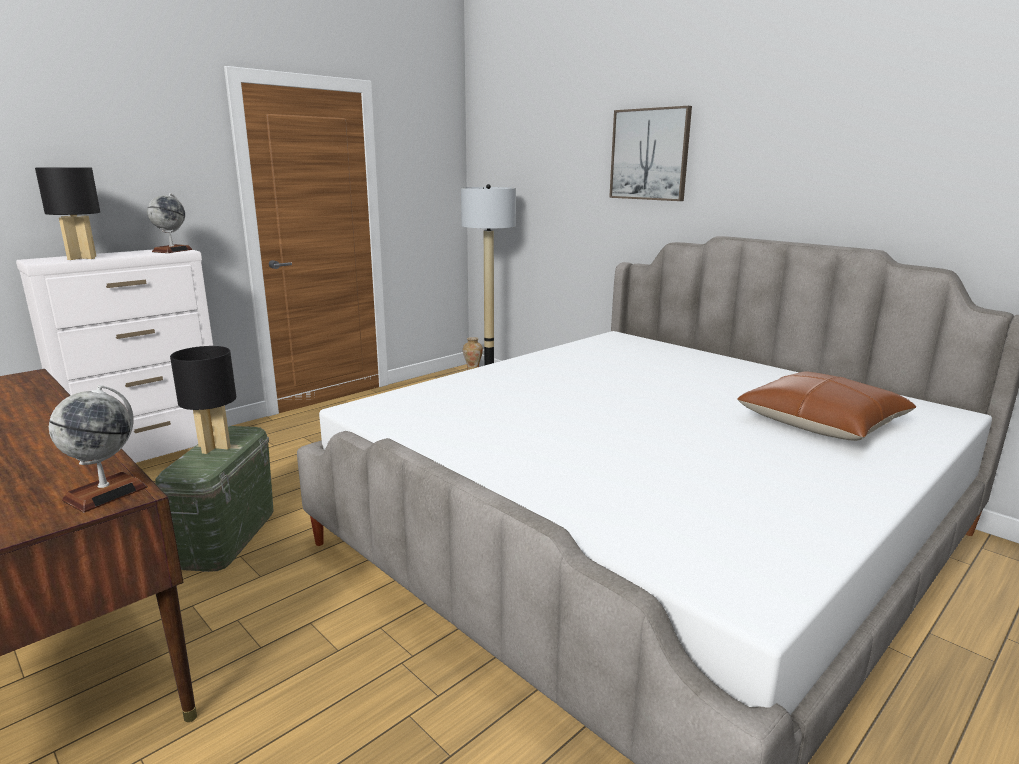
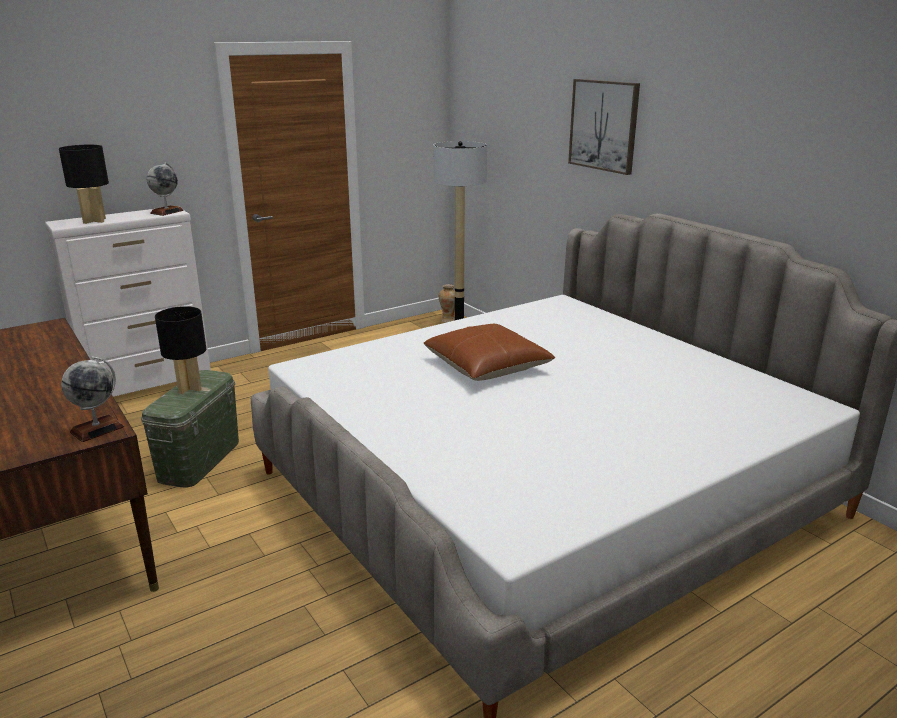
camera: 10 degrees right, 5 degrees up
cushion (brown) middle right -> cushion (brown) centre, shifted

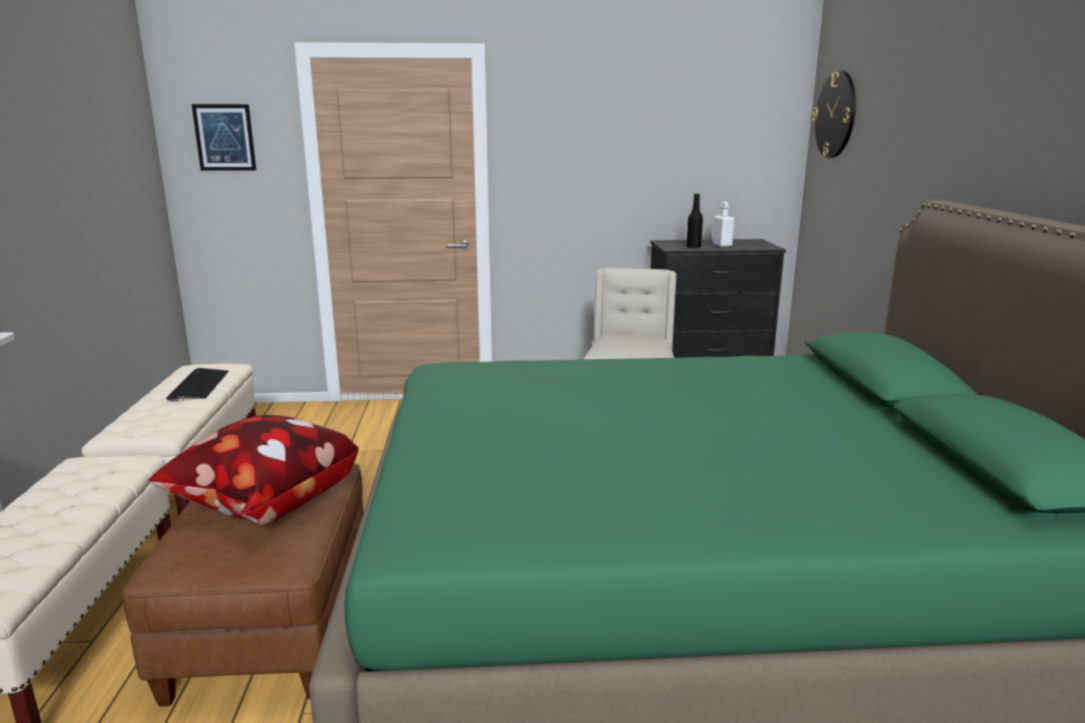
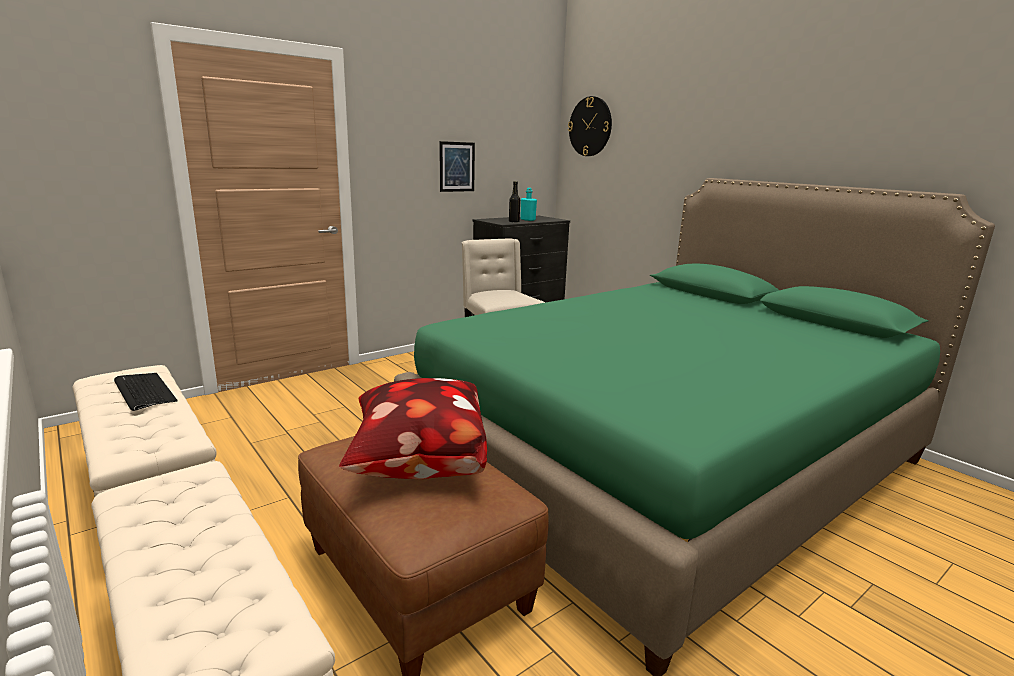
camera: 35 degrees left, 0 degrees up
wall art top left -> wall art top centre, shifted
bottle (white) top right -> bottle (turquoise-coloured) top centre

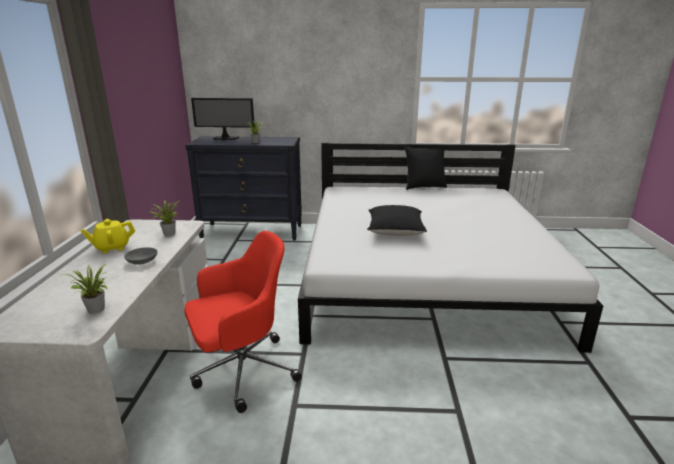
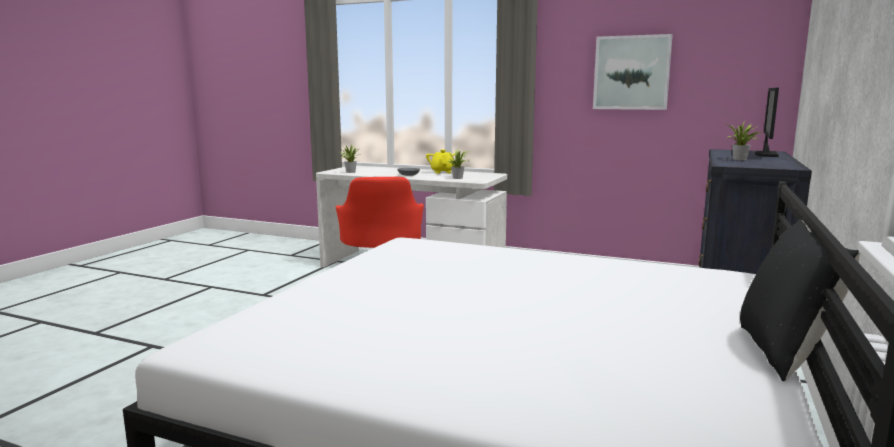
camera: 110 degrees right, 10 degrees down
cushion (blackish) (no. 1 from left) centre -> none
none -> wall art top right

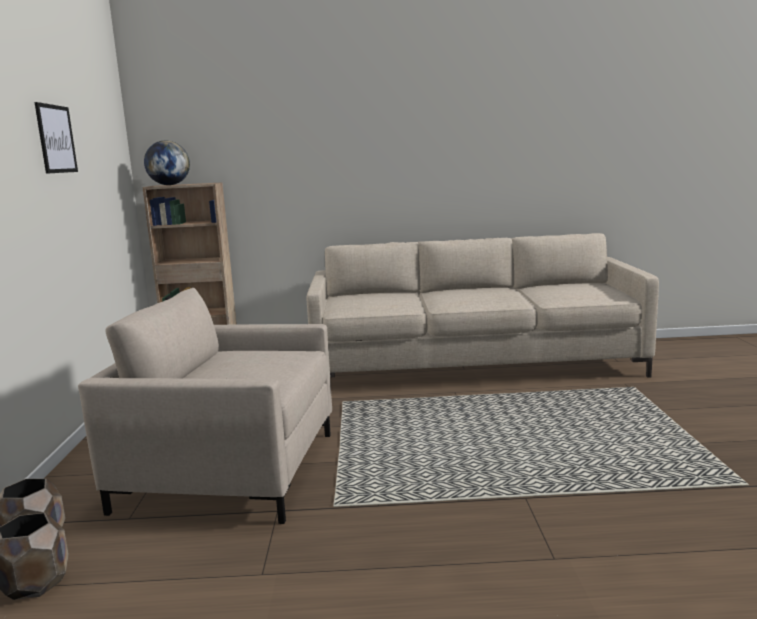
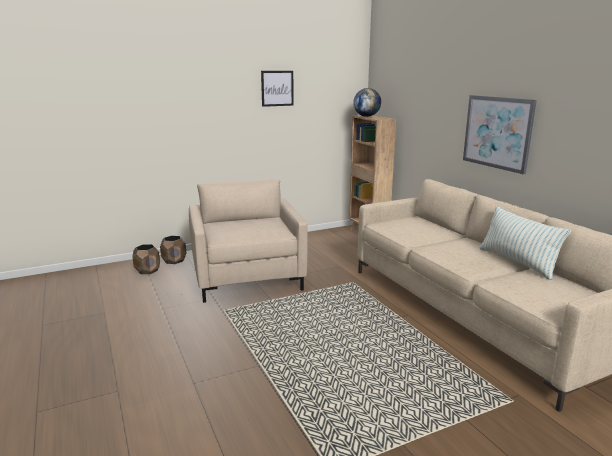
camera: 65 degrees right, 5 degrees up
none -> wall art (no. 2 from left) top right
none -> cushion middle right

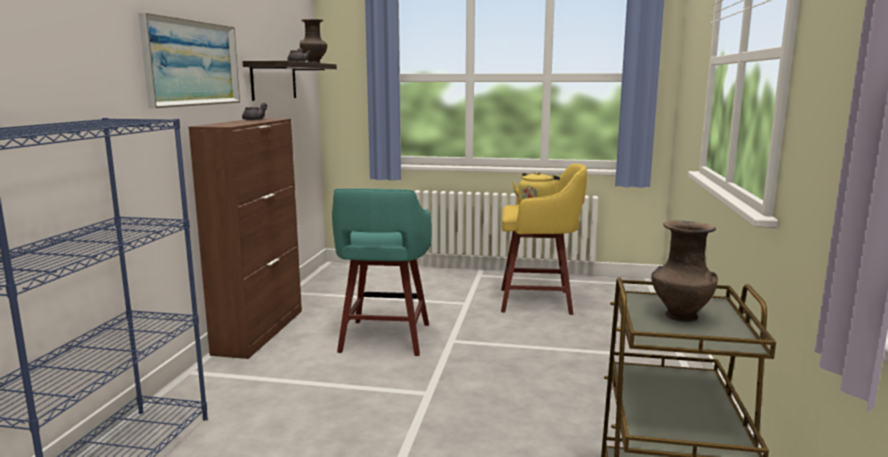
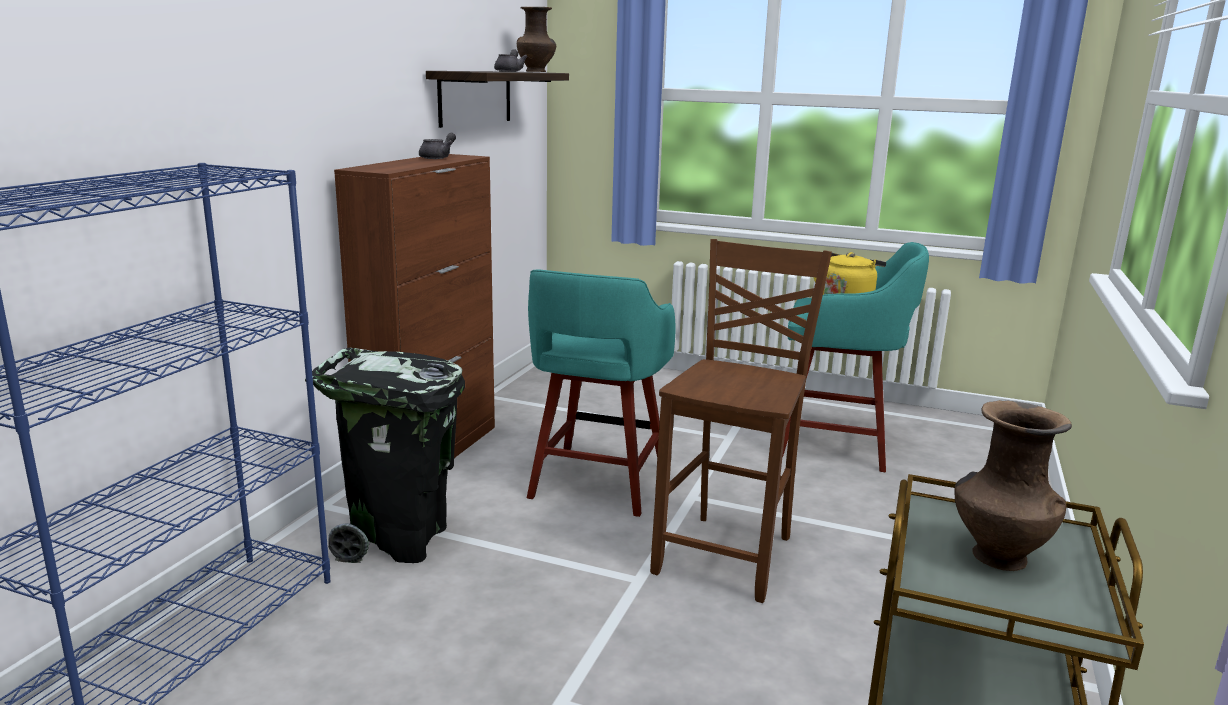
camera: 10 degrees right, 5 degrees up
wall art top left -> none
none -> waste bin (blackish) middle left
none -> chair (brown) centre
stool (yellow) centre -> stool (turquoise-coloured) (no. 2 from left) middle right

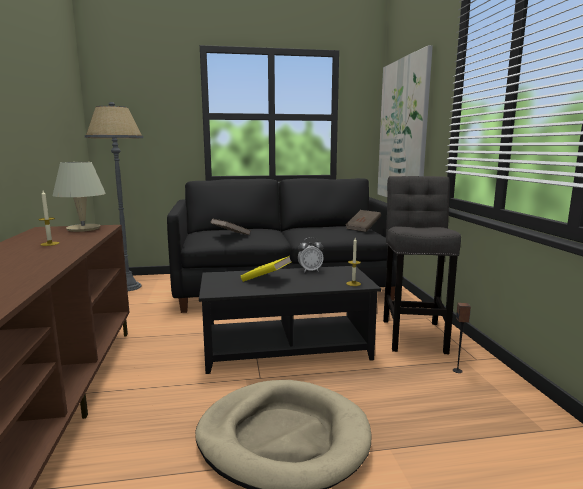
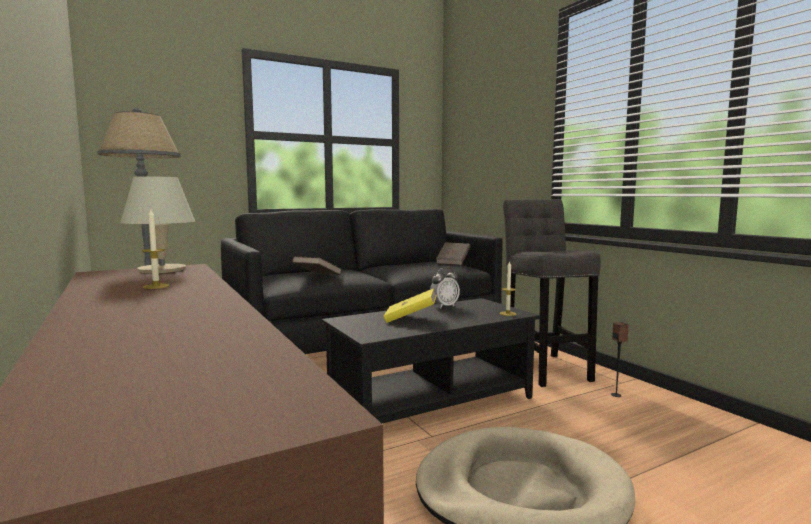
camera: 20 degrees left, 5 degrees down
wall art top right -> none

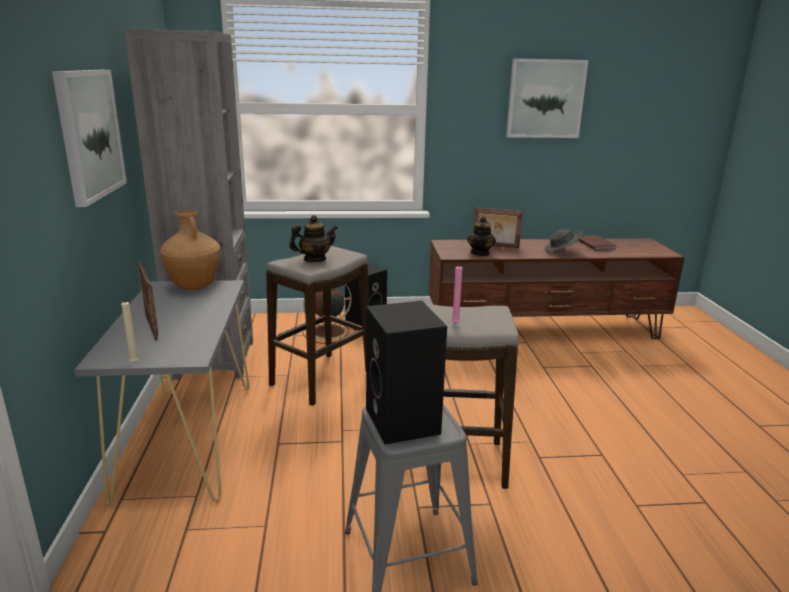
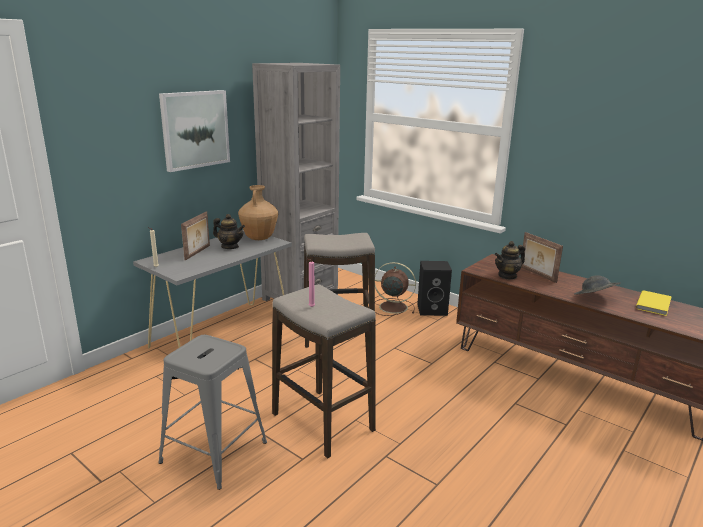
camera: 45 degrees right, 0 degrees up
loudspeaker (blackish) (no. 2 from left) centre -> none
wall art (no. 2 from left) top right -> none
teapot (no. 1 from left) centre -> teapot (no. 1 from left) middle left, shifted
volume (brown) middle right -> volume (yellow) middle right

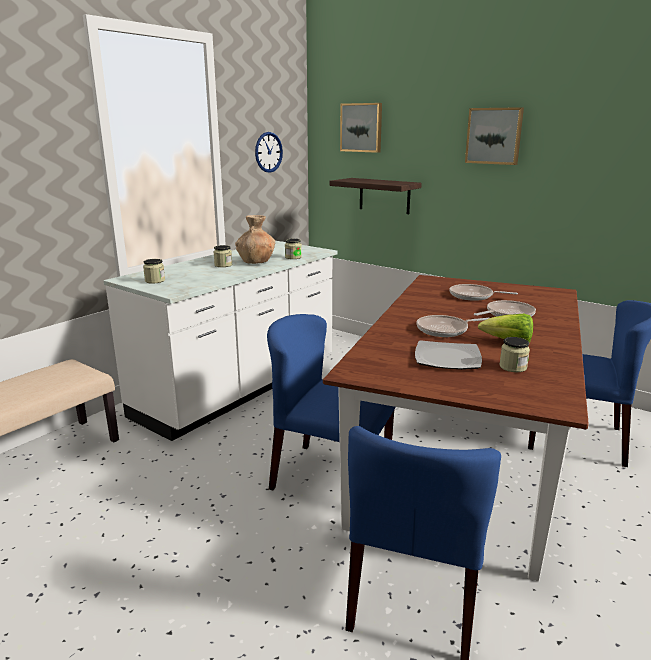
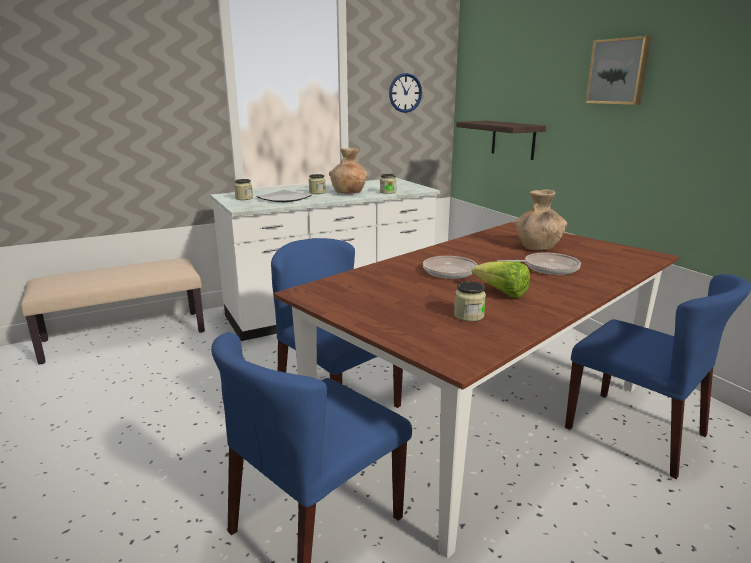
camera: 25 degrees right, 0 degrees up
wall art (no. 1 from left) top centre -> none
plate middle right -> plate centre, shifted
pan (no. 2 from left) middle right -> vase (brown) (no. 2 from left) middle right

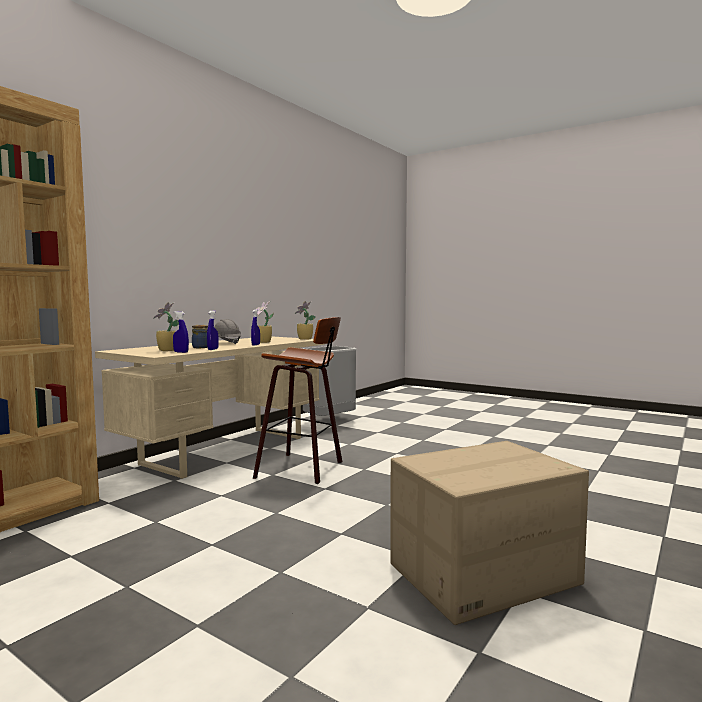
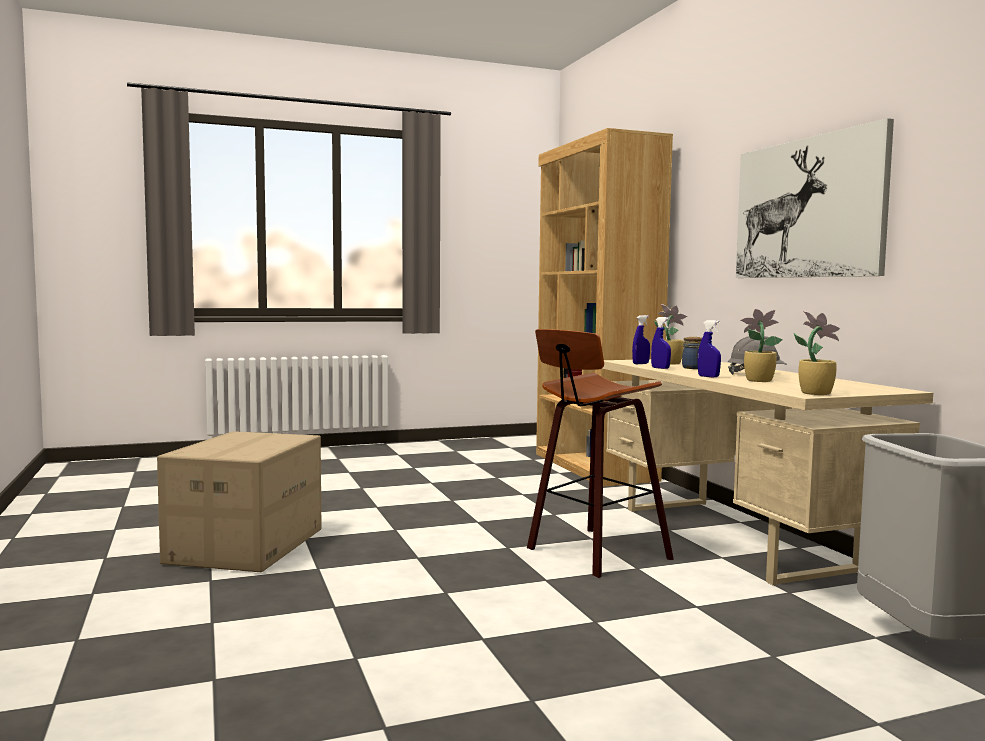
camera: 125 degrees right, 0 degrees up
none -> wall art top right

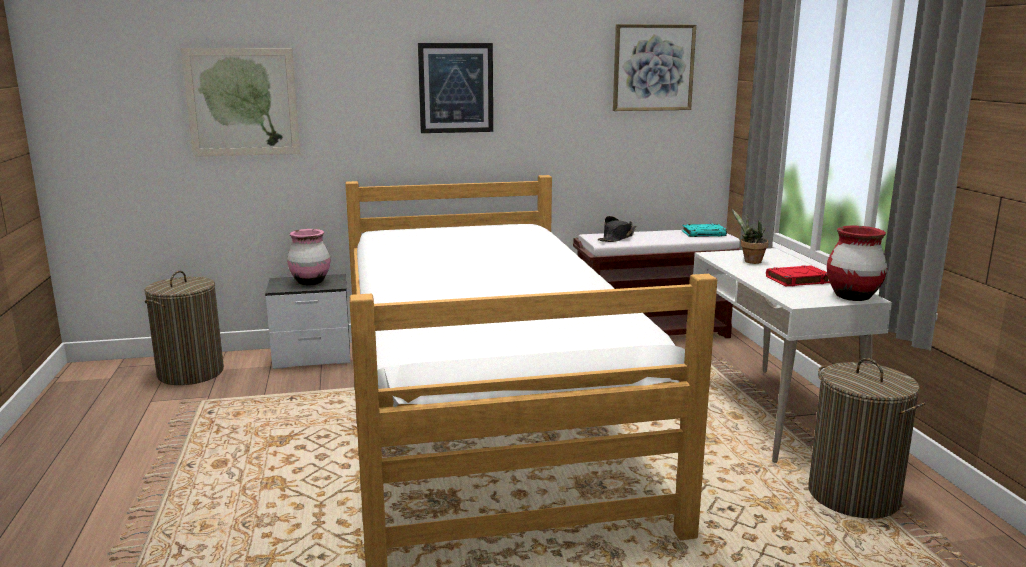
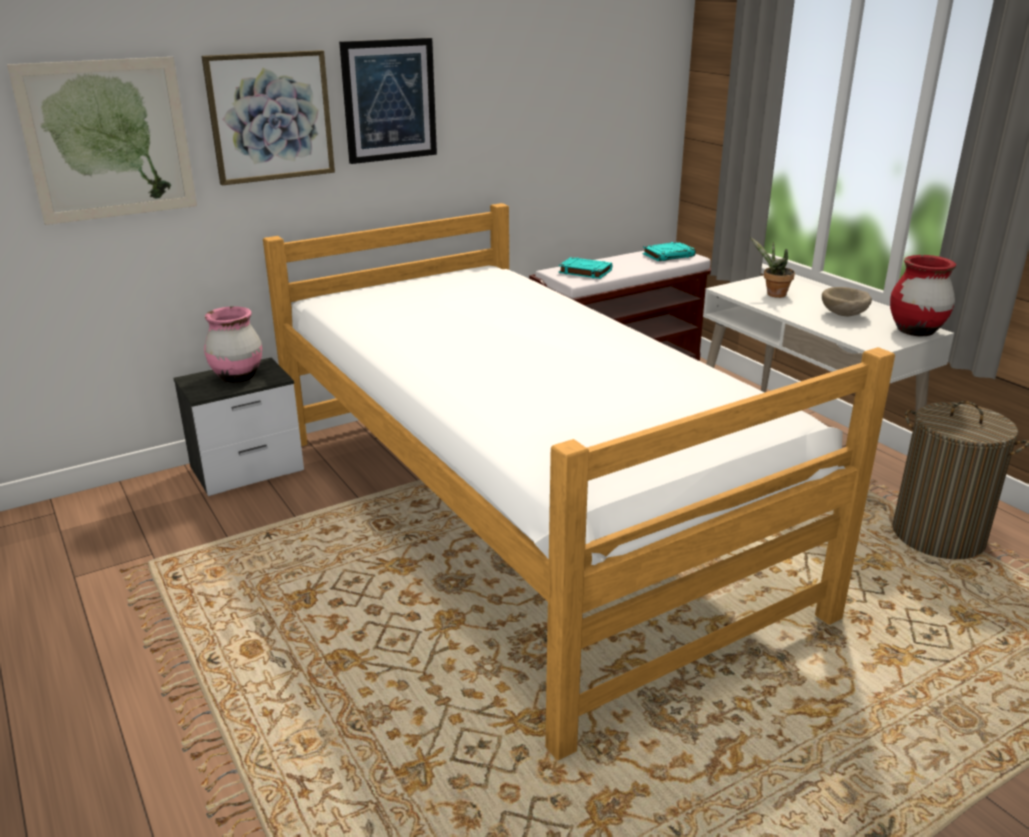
camera: 20 degrees left, 10 degrees up
laundry basket (no. 1 from left) middle left -> none
wall art (no. 3 from left in the first image) top centre -> wall art (no. 2 from left) top left, shifted
wearable hat (blackish) centre -> volume (turquoise-coloured) (no. 1 from left) top centre
volume (red) middle right -> deep dish (beige-coloured) middle right

